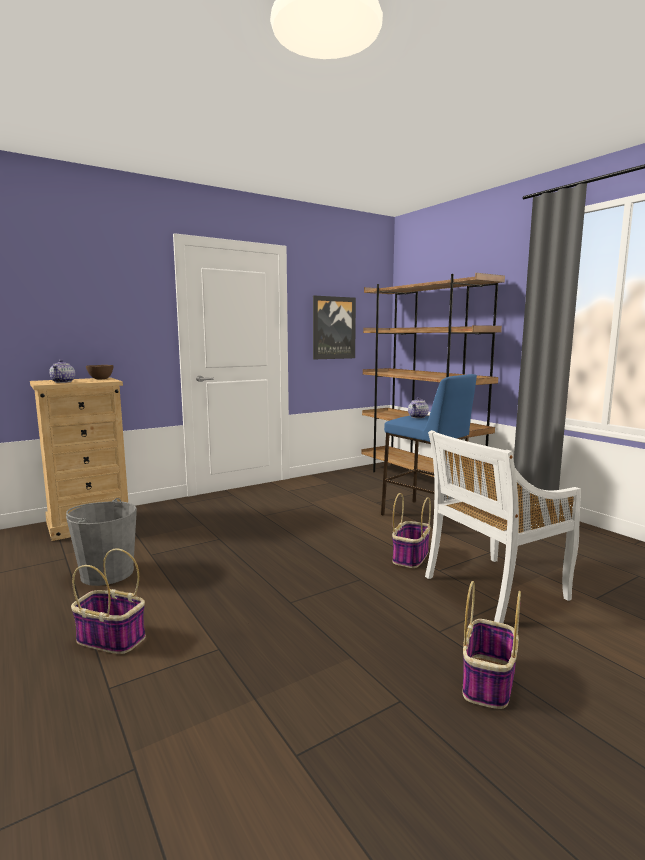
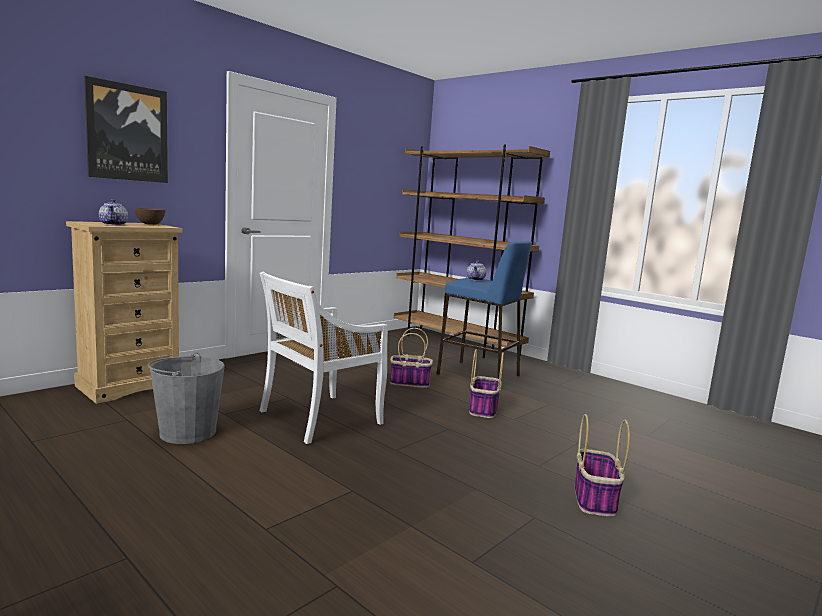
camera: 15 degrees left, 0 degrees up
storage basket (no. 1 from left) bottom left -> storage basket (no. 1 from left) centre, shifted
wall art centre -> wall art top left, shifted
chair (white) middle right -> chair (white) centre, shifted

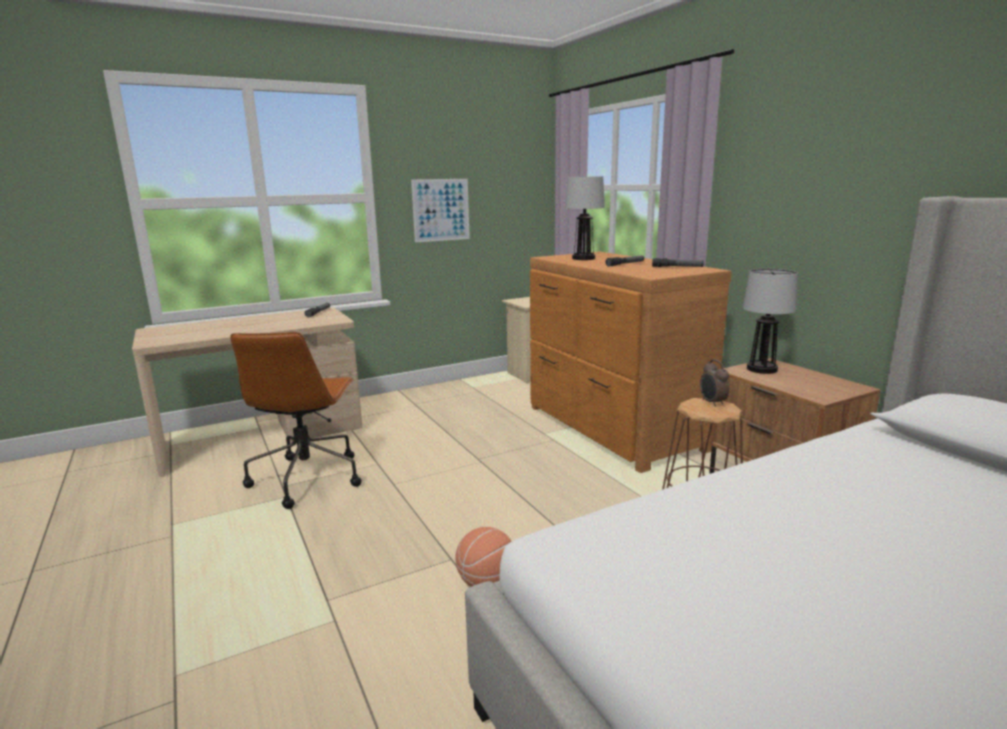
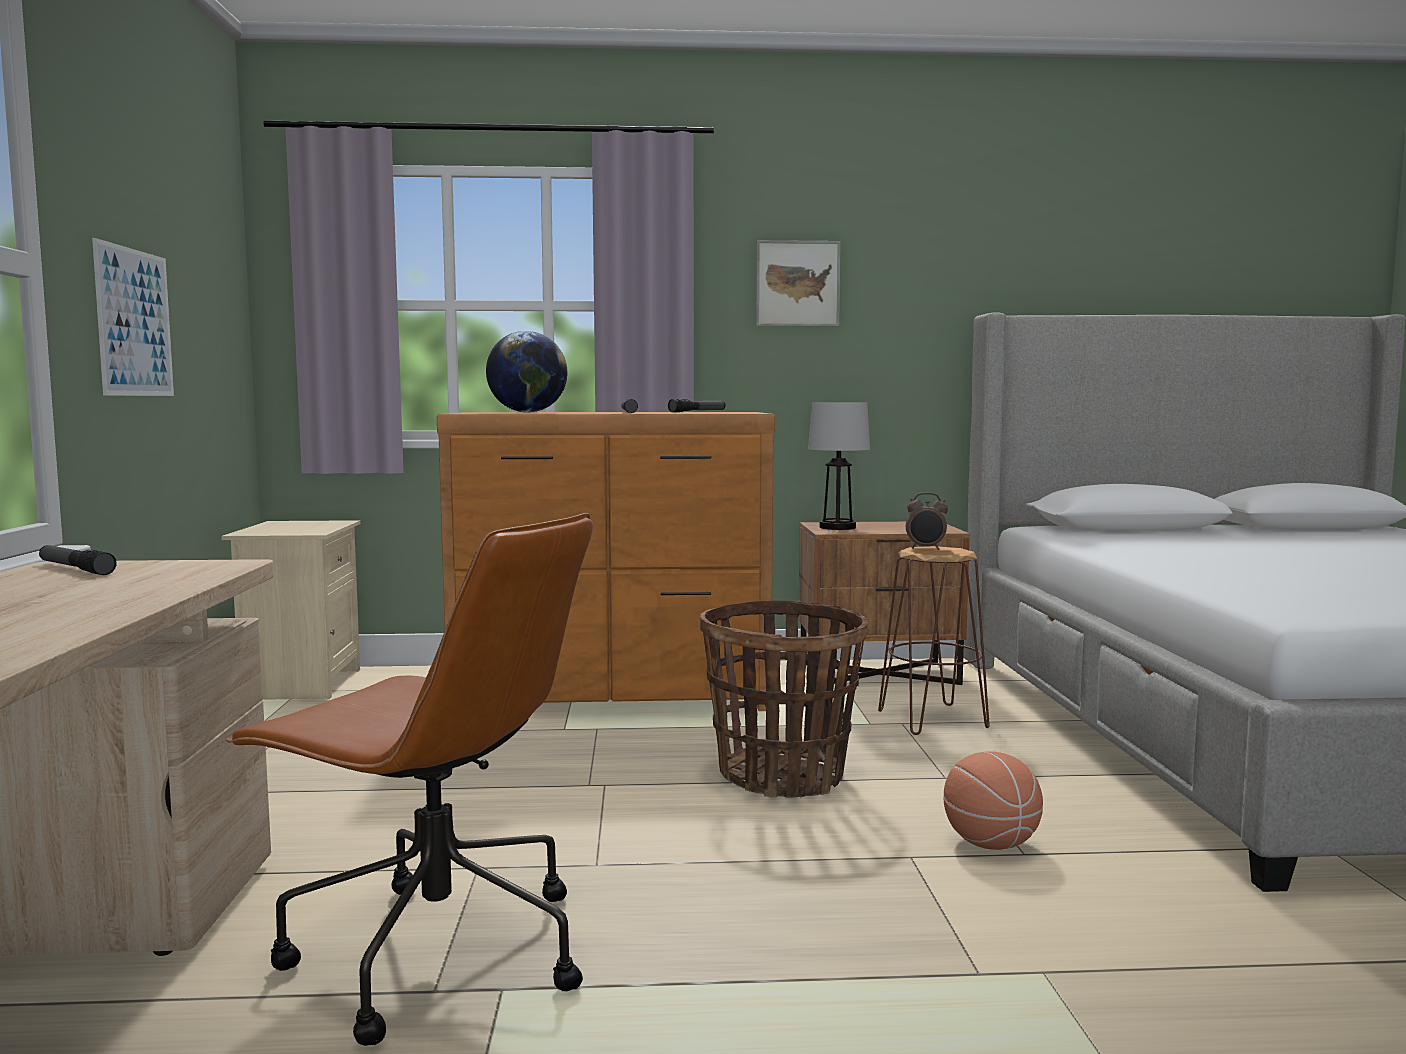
camera: 65 degrees left, 10 degrees down
none -> storage basket centre
none -> wall art (no. 2 from left) top centre
lamp for a table (no. 1 from left) top centre -> desk globe centre

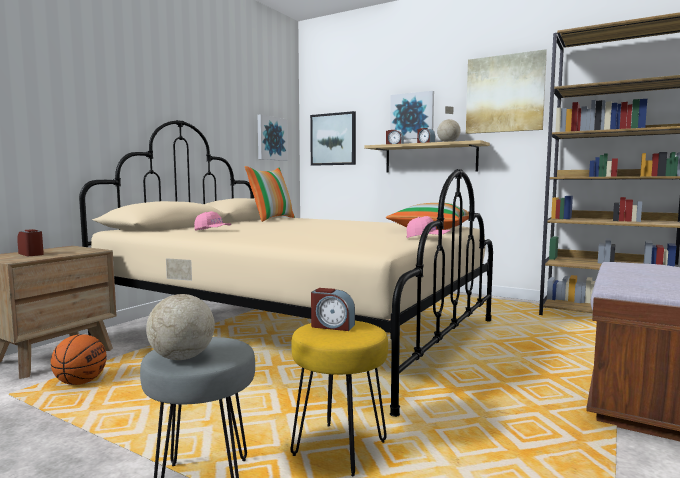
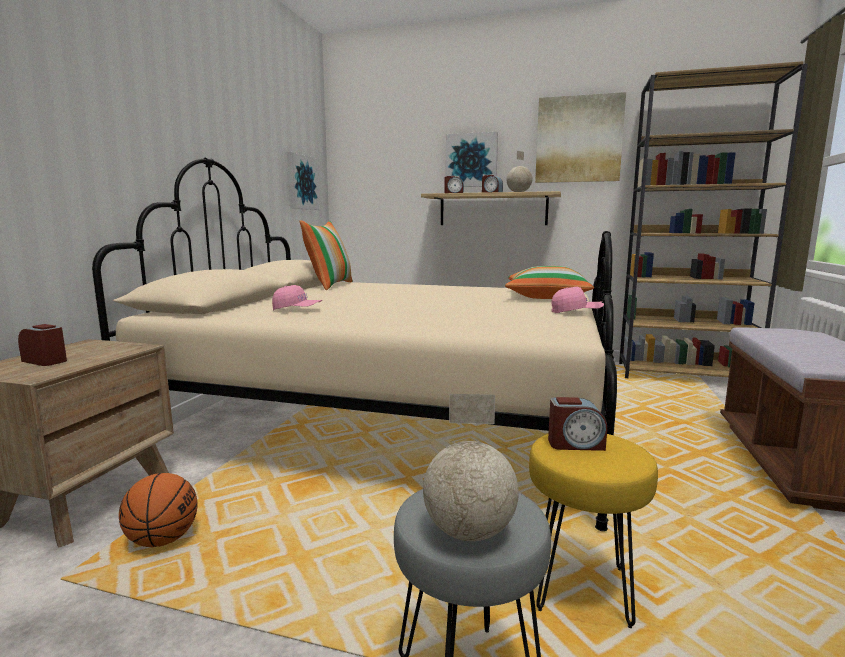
camera: 15 degrees left, 5 degrees up
wall art (no. 2 from left) top centre -> none

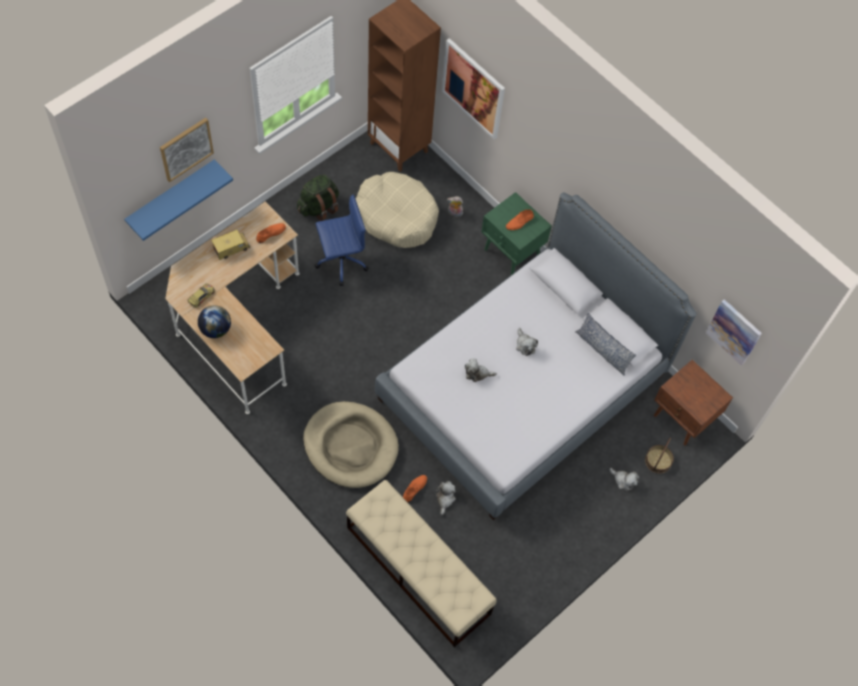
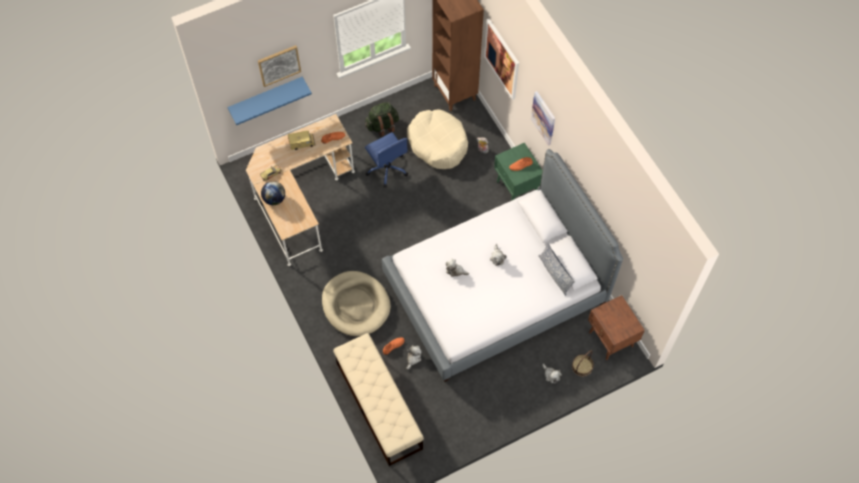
camera: 20 degrees right, 0 degrees up
wall art (no. 3 from left) middle right -> wall art (no. 3 from left) top centre, shifted
computer chair (blue-coloured) centre -> computer chair (blue-coloured) top centre, 60 degrees clockwise

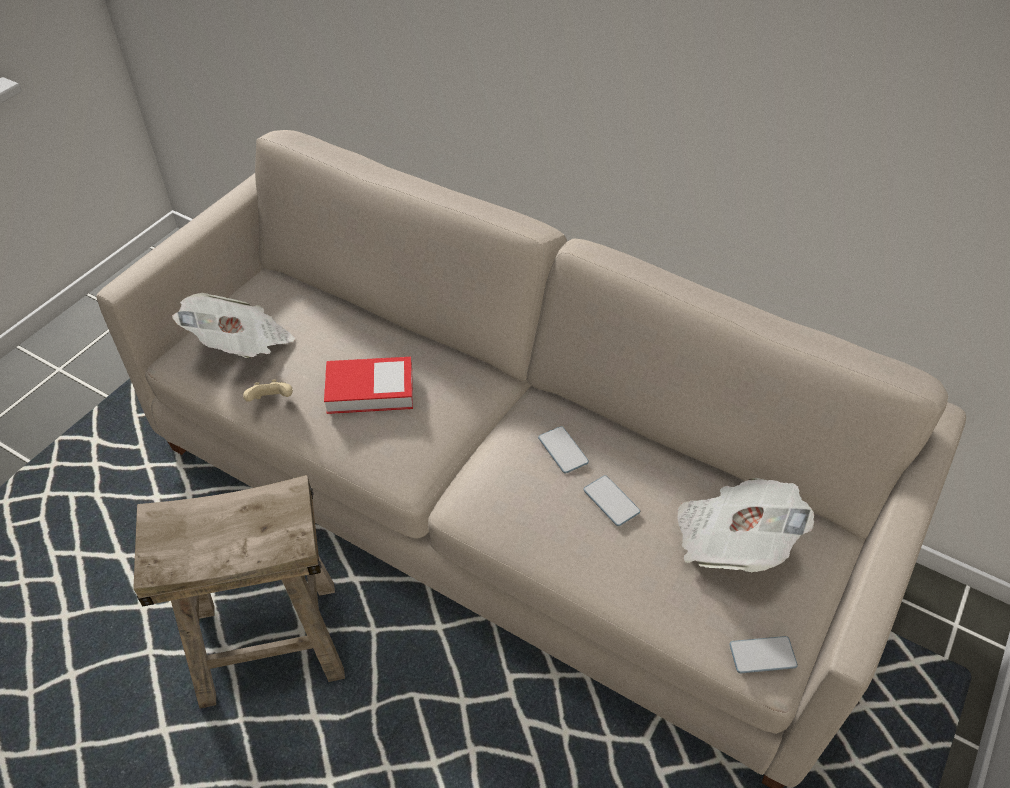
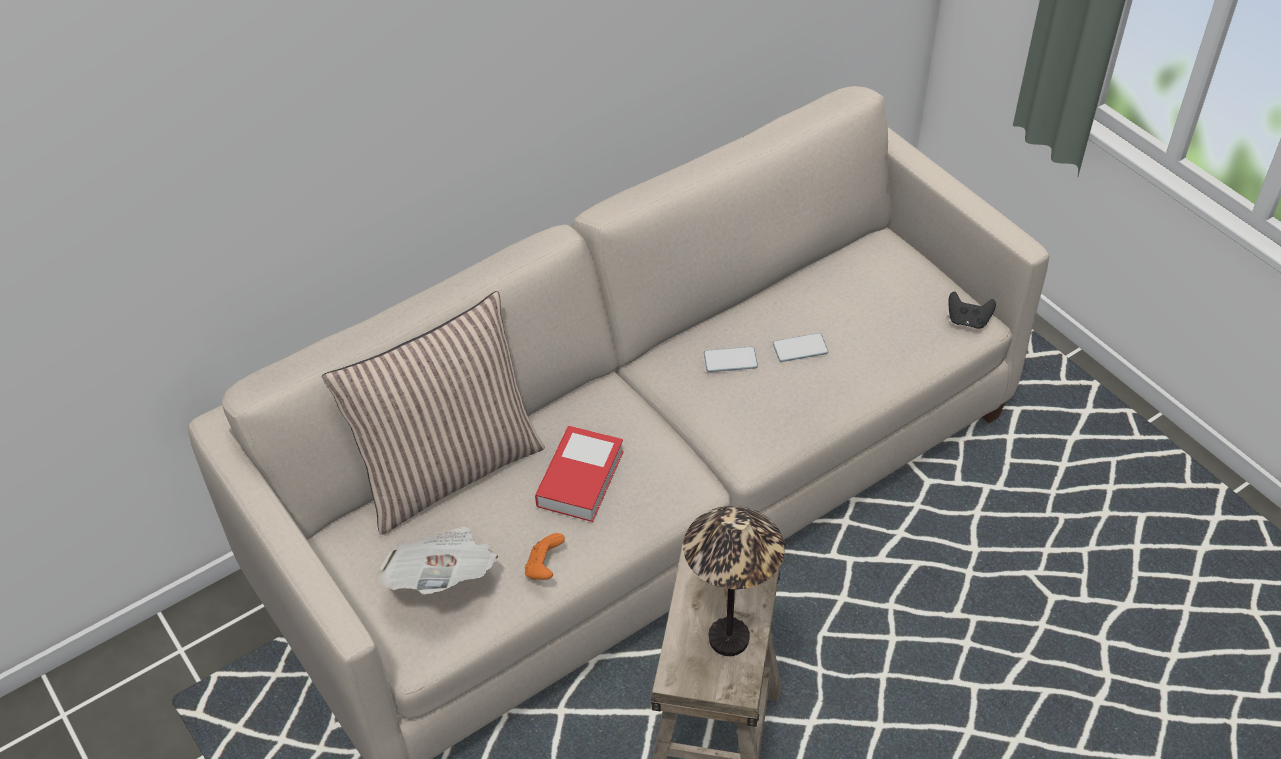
camera: 65 degrees left, 0 degrees up
newspaper (no. 2 from left) middle right -> none
none -> cushion centre
none -> lamp for a table bottom centre
phone (no. 3 from left) bottom right -> joypad (blackish) middle right
joypad (beige-coloured) middle left -> joypad (orangey) bottom centre

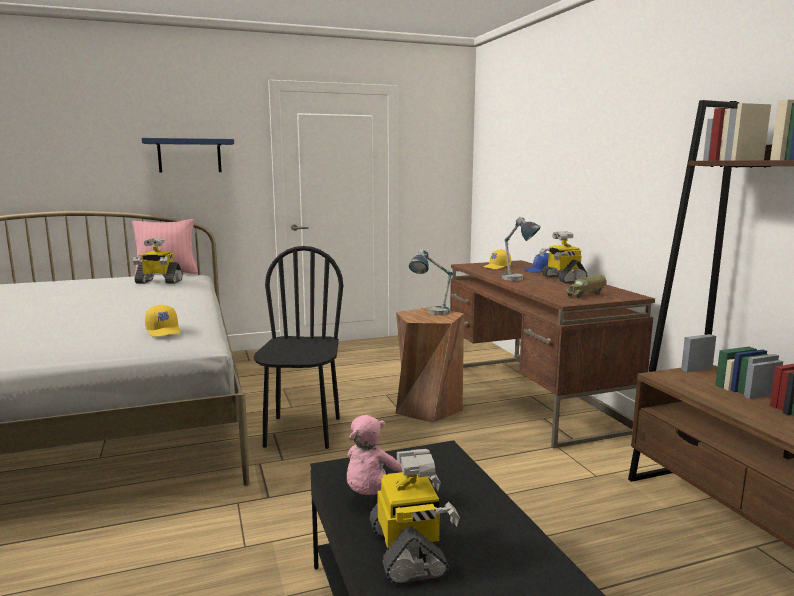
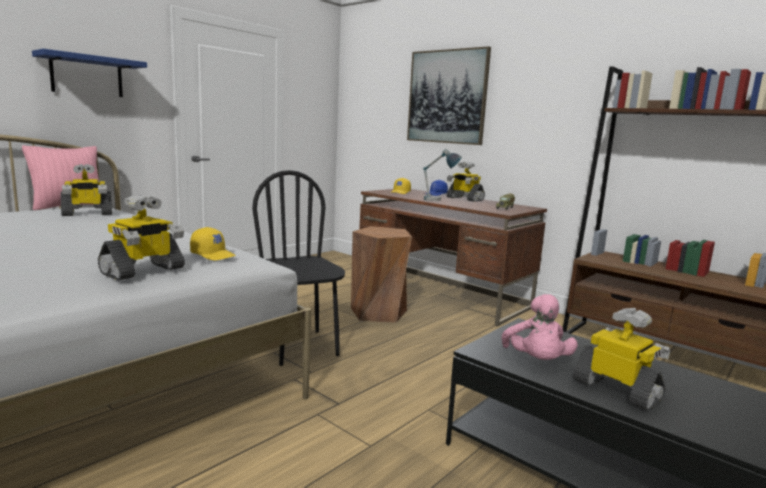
camera: 30 degrees left, 0 degrees up
lamp for a table (no. 1 from left) centre -> none
none -> toy robot (no. 2 from left) middle left
none -> wall art top centre

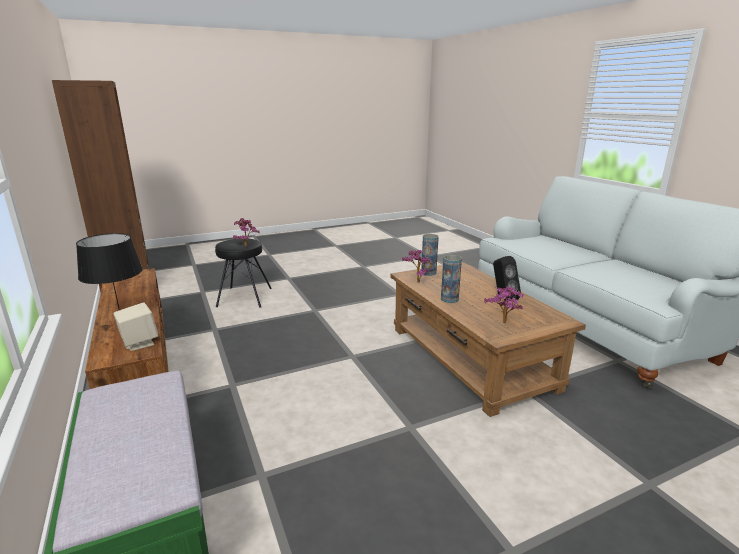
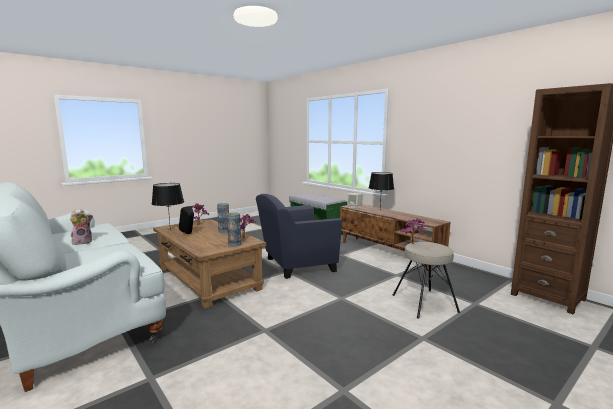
camera: 165 degrees right, 10 degrees down
none -> soft toy middle left
none -> lamp for a table (blackish) (no. 1 from left) middle left
none -> lounge chair (blue-coloured) centre
stool (blackish) middle left -> stool (beige-coloured) bottom right

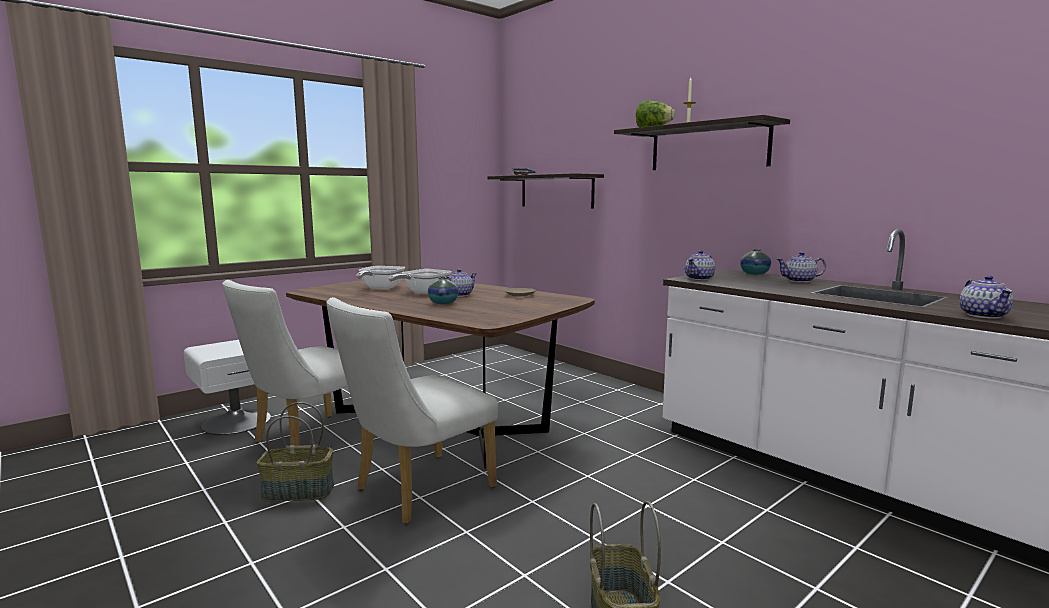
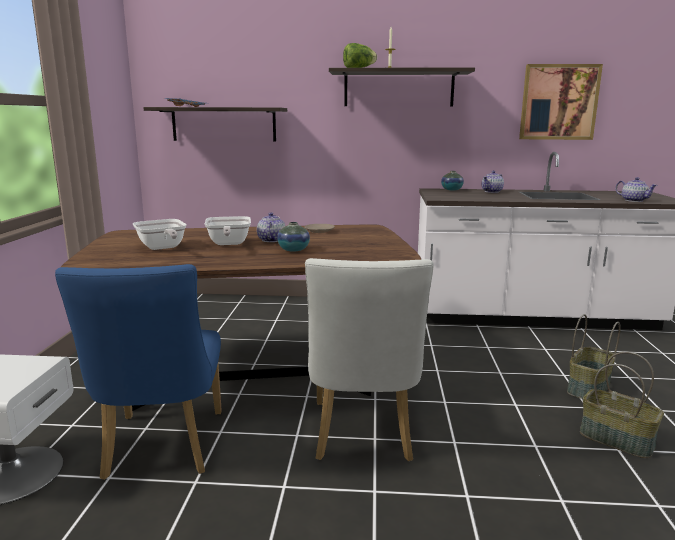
camera: 45 degrees left, 5 degrees up
teapot (no. 2 from left) middle right -> none
none -> wall art top right
storage basket (no. 1 from left) bottom left -> storage basket (no. 1 from left) middle right, shifted
chair (white) (no. 1 from left) middle left -> chair (blue-coloured) bottom left

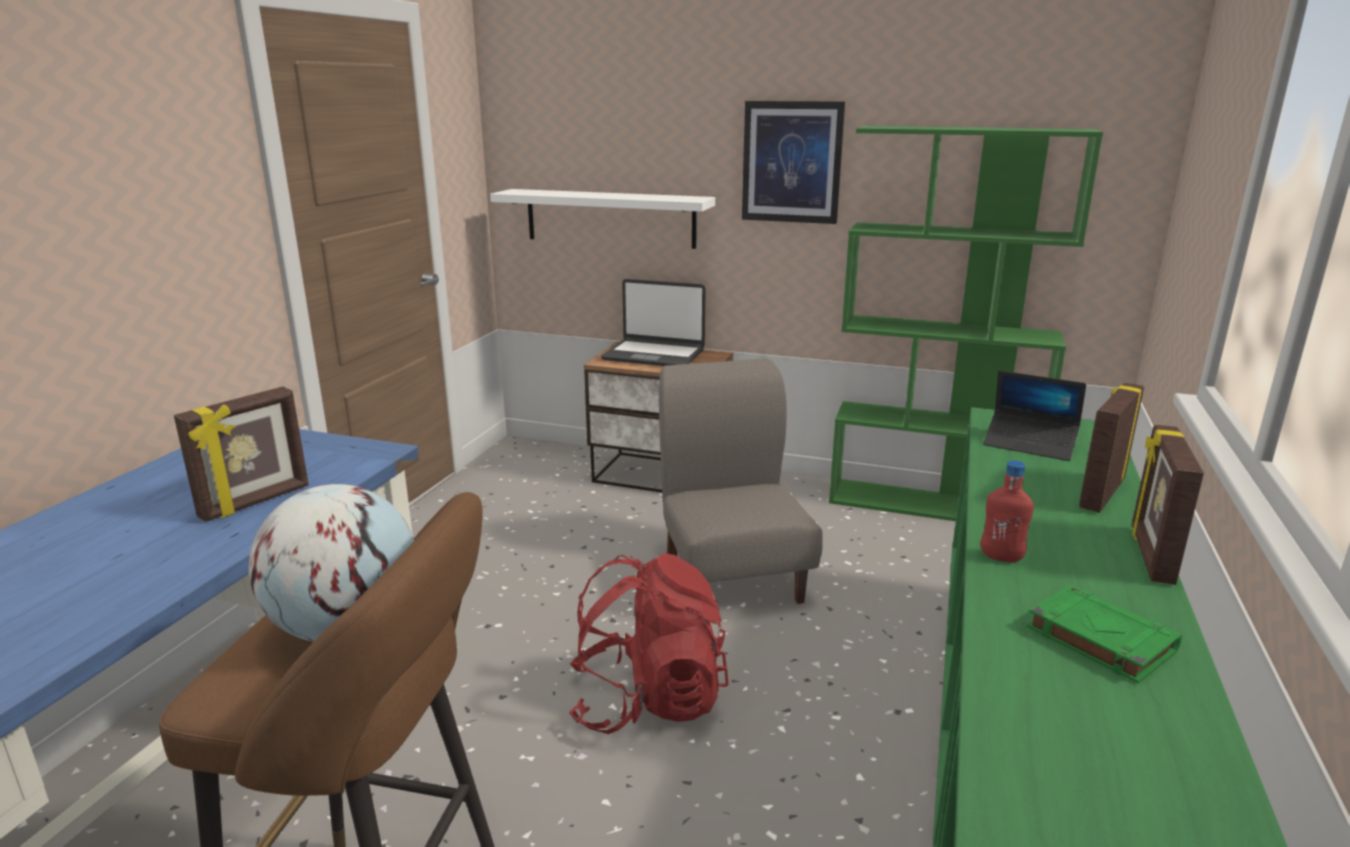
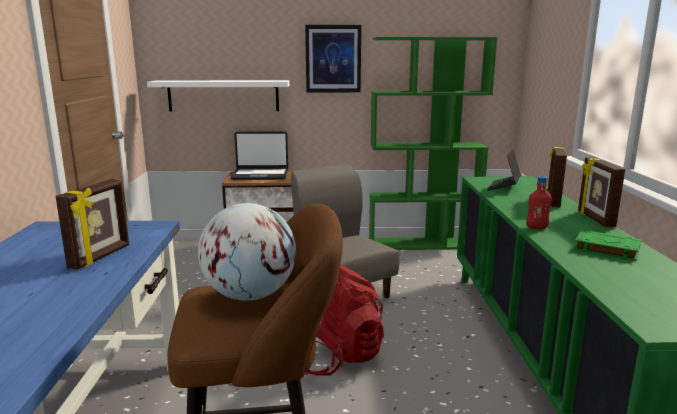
camera: 20 degrees left, 5 degrees down
portable computer (no. 2 from left) middle right, 105 degrees clockwise

